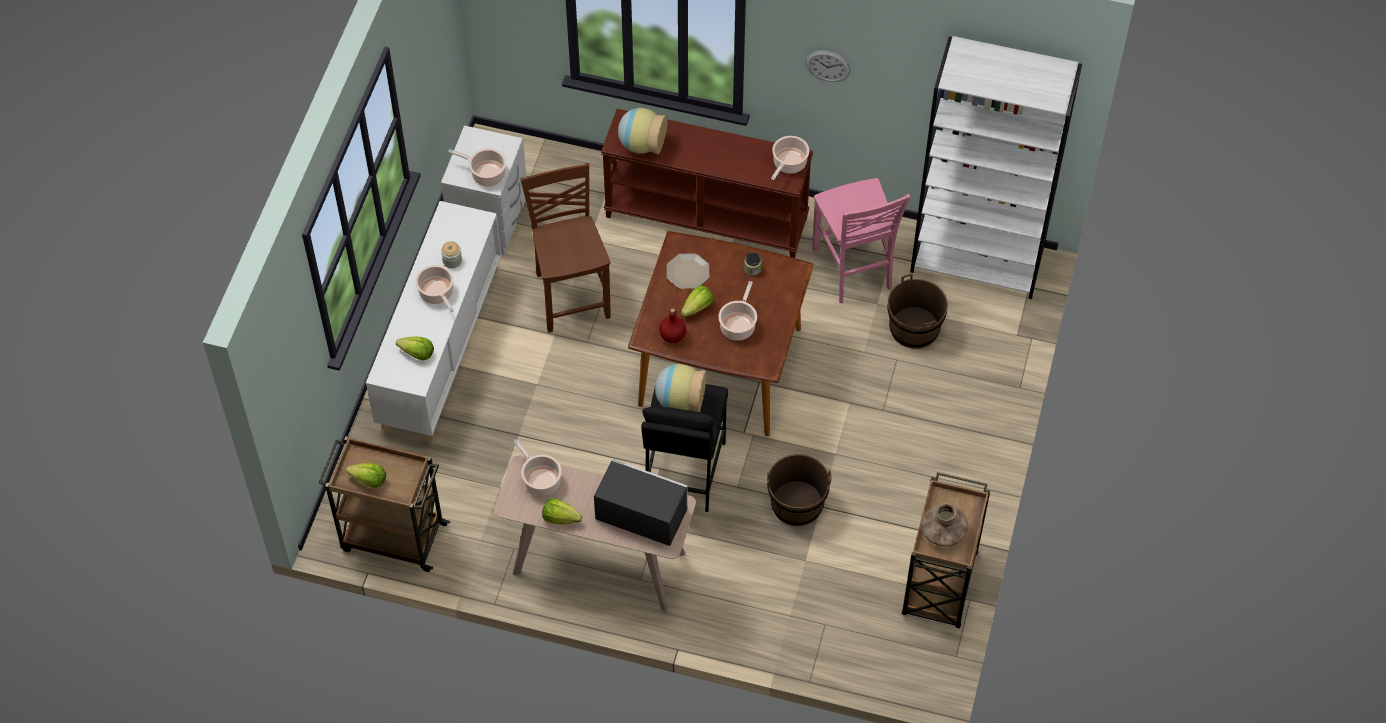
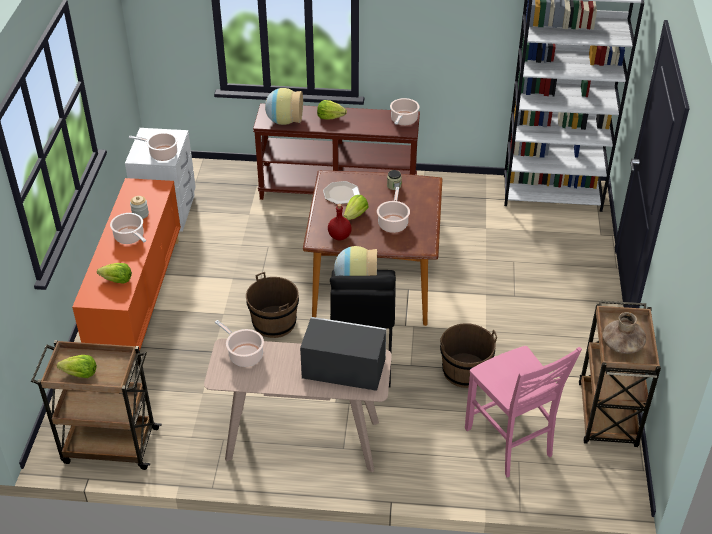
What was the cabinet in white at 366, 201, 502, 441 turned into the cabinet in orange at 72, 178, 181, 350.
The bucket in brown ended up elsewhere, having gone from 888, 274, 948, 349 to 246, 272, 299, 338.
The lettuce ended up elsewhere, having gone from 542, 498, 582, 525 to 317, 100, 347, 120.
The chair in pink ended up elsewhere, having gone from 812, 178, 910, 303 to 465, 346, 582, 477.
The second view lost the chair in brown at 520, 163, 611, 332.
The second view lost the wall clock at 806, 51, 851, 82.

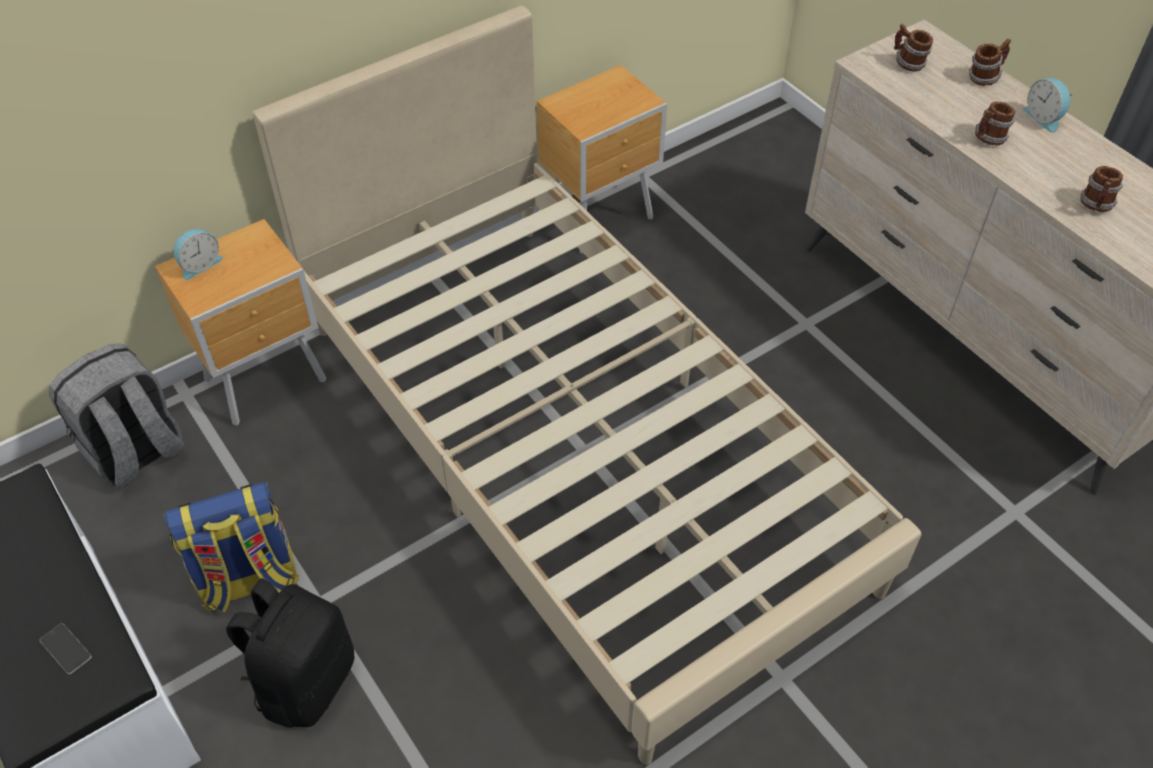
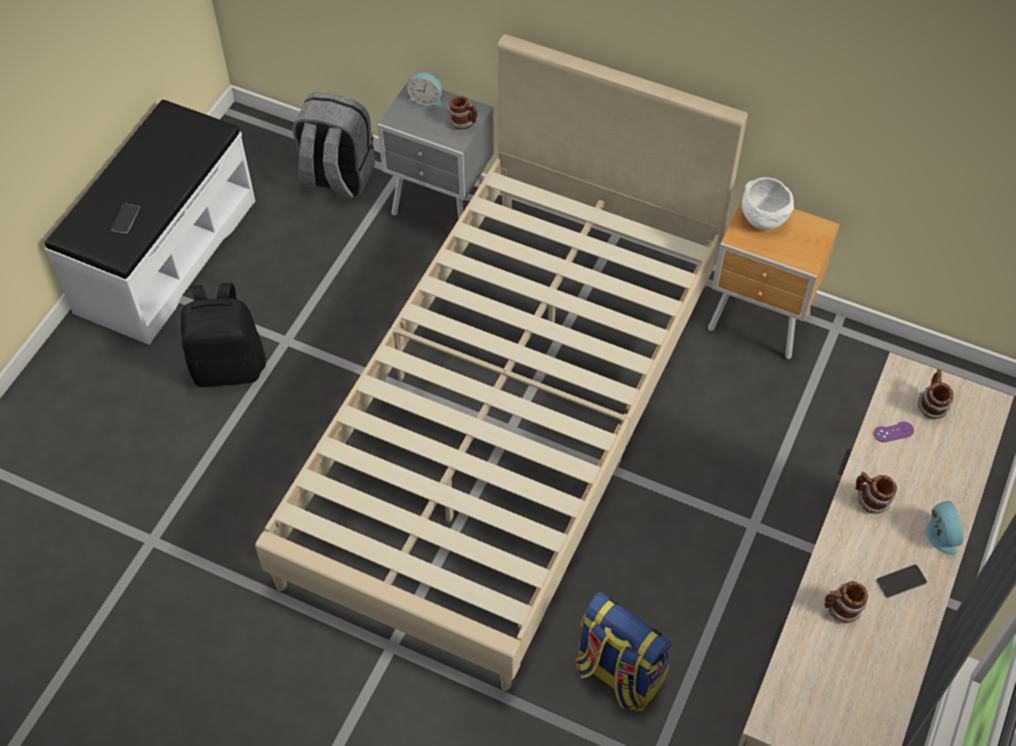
What was the nightstand in brown at 155, 219, 326, 426 turned into the nightstand in grey at 377, 79, 494, 218.
The mug ended up elsewhere, having gone from 969, 39, 1011, 86 to 449, 96, 478, 130.
The backpack ended up elsewhere, having gone from 164, 482, 299, 612 to 576, 592, 672, 711.
The second view gained the bowl in white at 742, 177, 794, 230.
The second view gained the game controller in purple at 874, 422, 914, 442.
The second view gained the phone at 876, 564, 927, 598.
The alarm clock at 1023, 78, 1072, 133 ended up facing another way, 135 degrees clockwise from before.

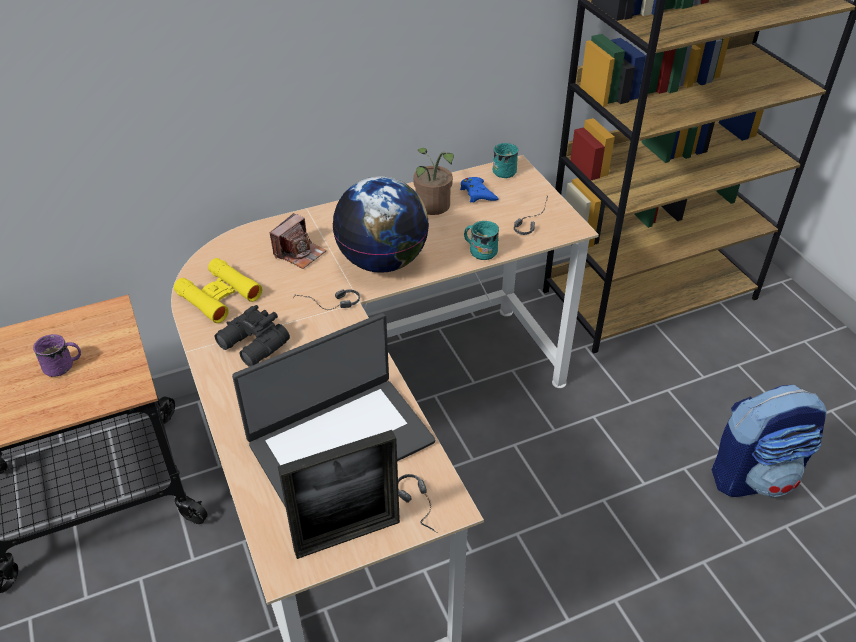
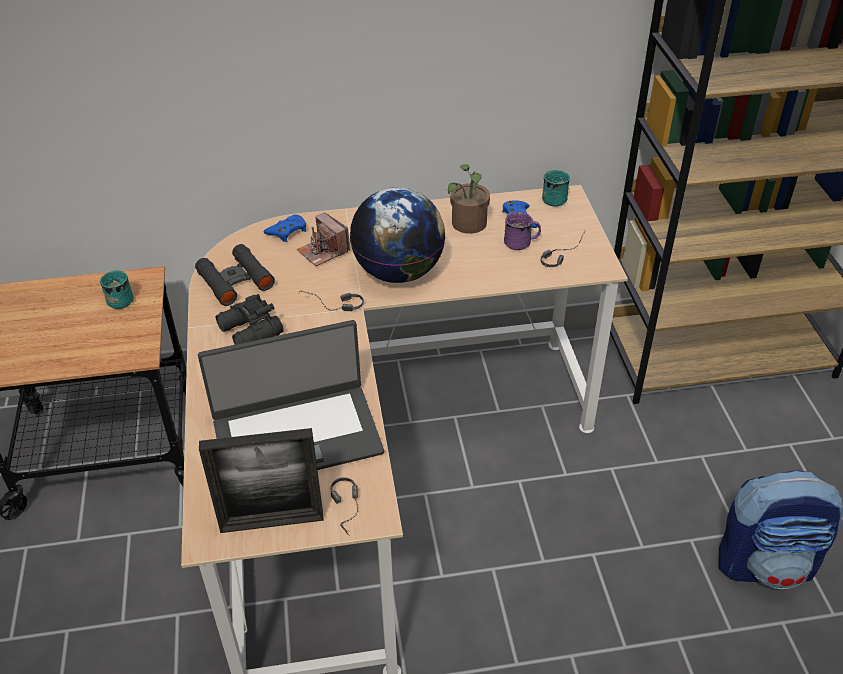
The mug in turquoise ended up elsewhere, having gone from 464, 221, 499, 260 to 100, 271, 134, 309.
What was the binoculars in yellow at 174, 258, 262, 323 turned into the binoculars in black at 195, 244, 275, 306.
The second view gained the game controller in blue at 263, 215, 306, 242.
The photo camera at 270, 213, 327, 269 ended up facing another way, 90 degrees clockwise from before.
The mug in purple ended up elsewhere, having gone from 33, 334, 81, 377 to 504, 212, 541, 250.

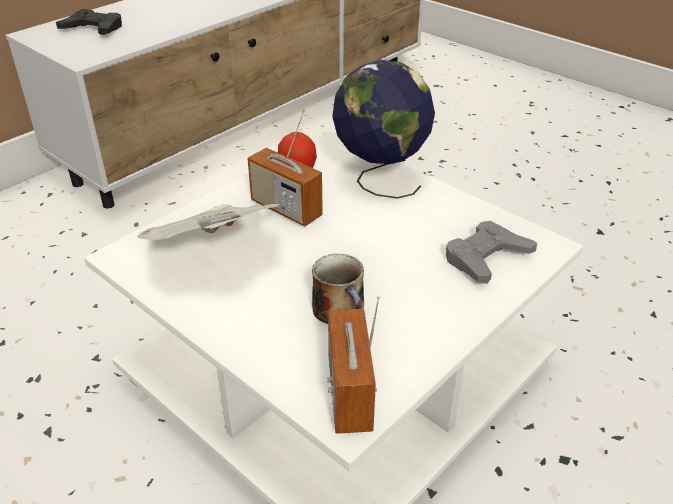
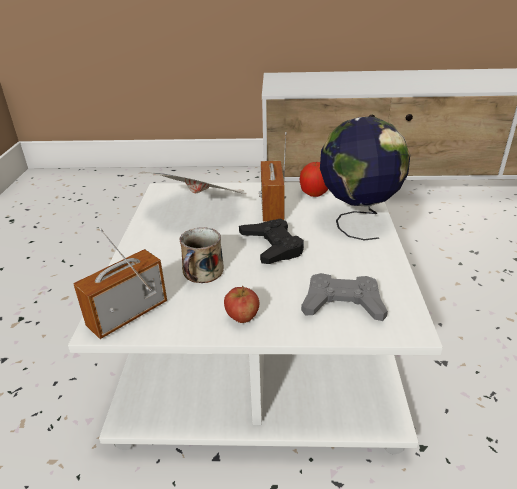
The second view gained the apple at 224, 286, 259, 323.
The game controller in black ended up elsewhere, having gone from 56, 9, 122, 35 to 239, 219, 304, 264.

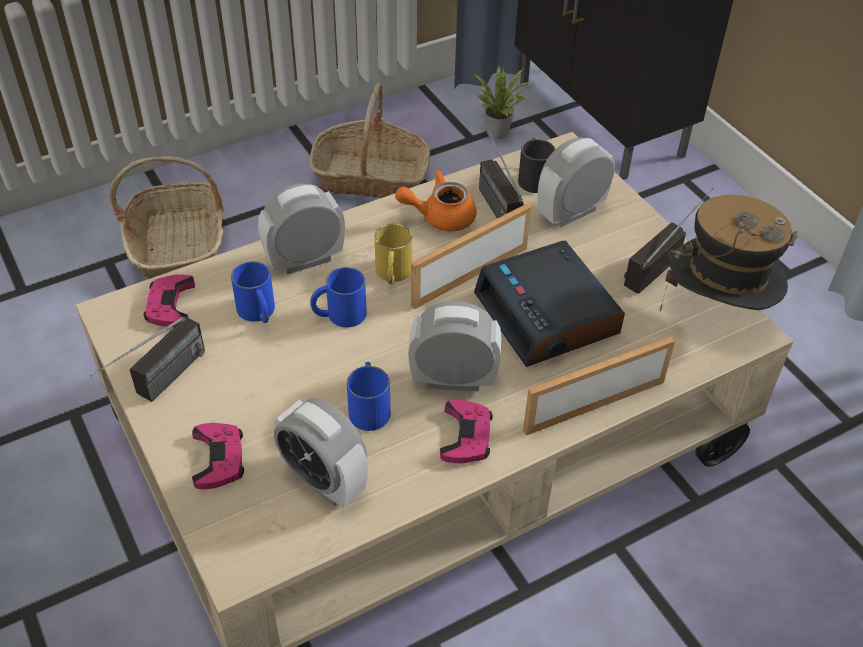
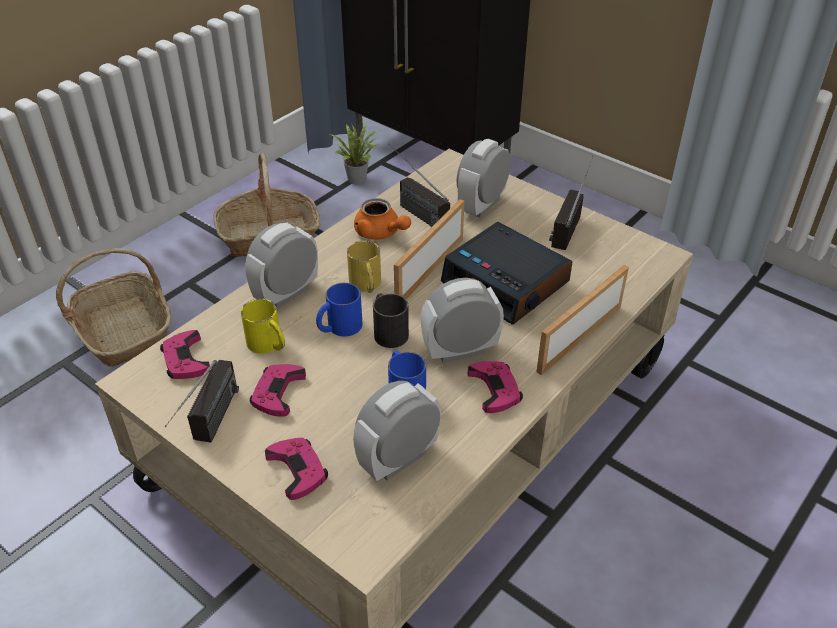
What was the mug in blue at 231, 261, 275, 323 turned into the mug in yellow at 241, 299, 285, 354.
The second view gained the game controller in pink at 250, 364, 306, 417.
The alarm clock at 274, 398, 368, 508 ended up facing another way, 120 degrees clockwise from before.
The teapot in orange at 395, 170, 477, 232 ended up facing another way, 105 degrees counterclockwise from before.
The mug in black ended up elsewhere, having gone from 518, 138, 555, 193 to 373, 293, 409, 348.
The second view lost the hat at 660, 194, 797, 312.

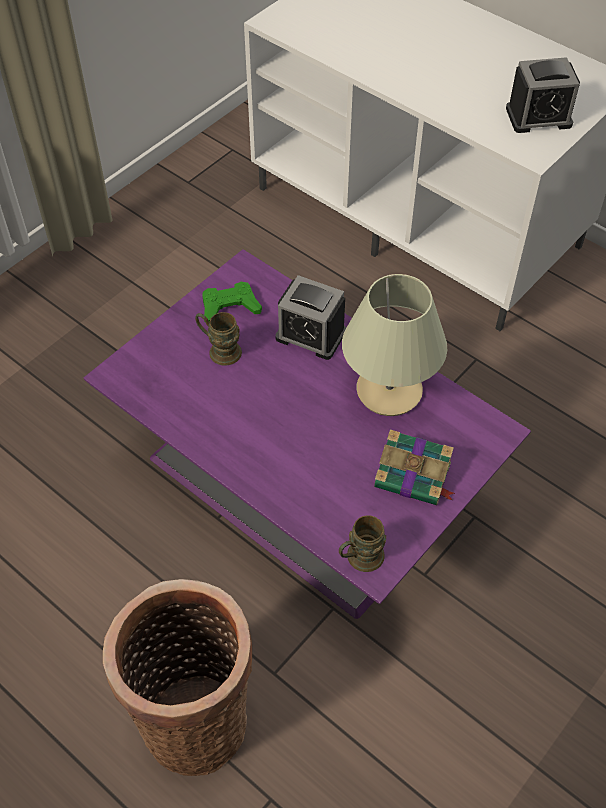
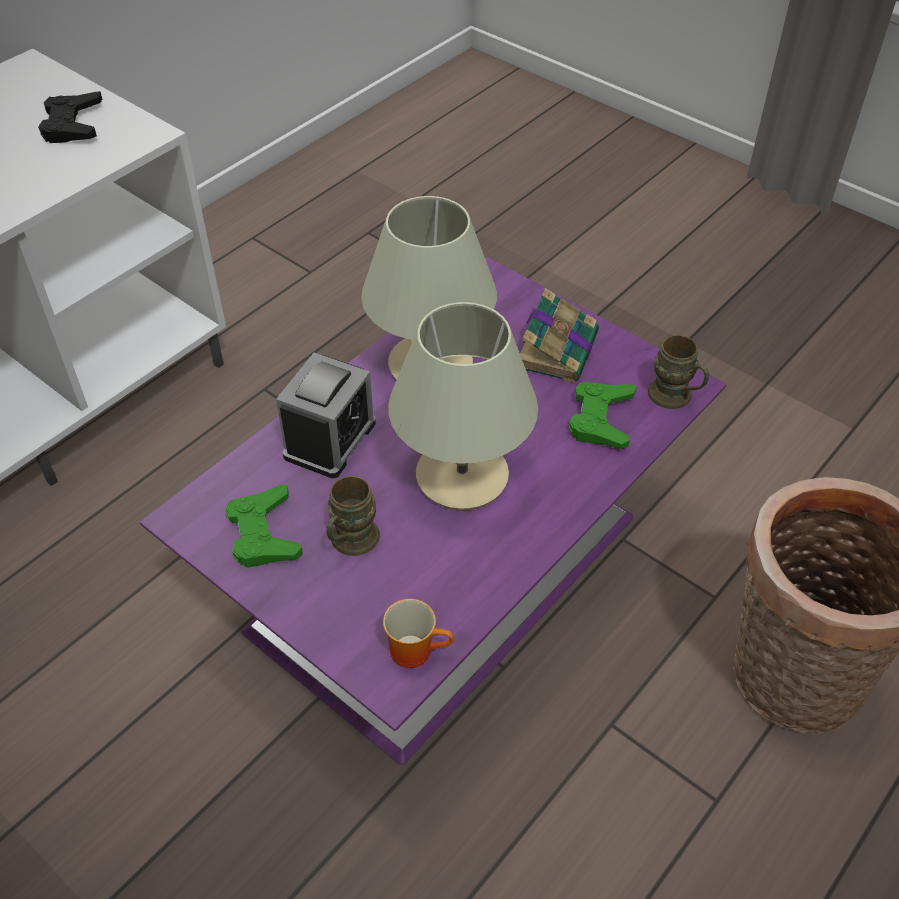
Where the alarm clock stood at 506, 57, 580, 133, the game controller in black came to stand at 38, 91, 102, 143.
The second view gained the mug at 383, 599, 454, 668.
The second view gained the table lamp in beige at 388, 302, 538, 511.
The second view gained the game controller in green at 569, 382, 637, 449.

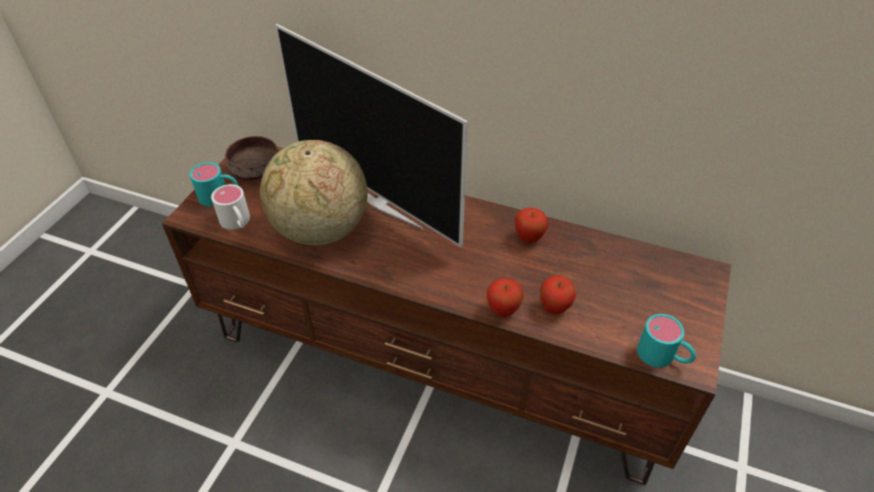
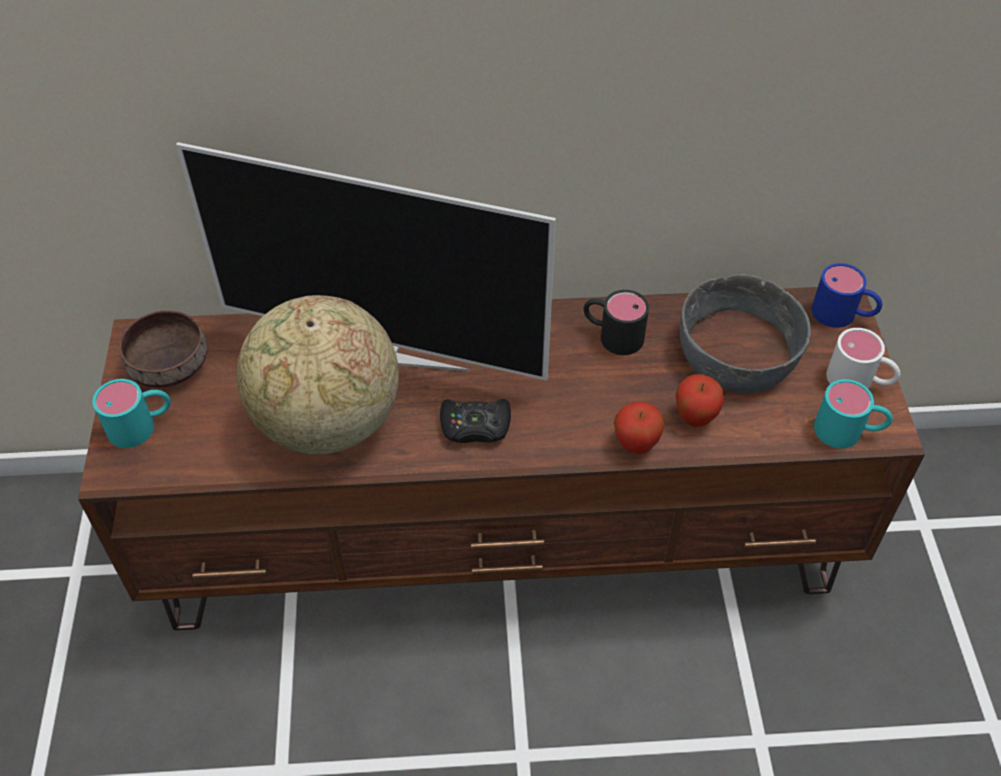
The second view gained the game controller in black at 440, 399, 511, 443.
Where the apple stood at 515, 207, 548, 243, the mug in black came to stand at 584, 290, 649, 355.
The second view gained the bowl in grey at 680, 274, 811, 393.
The second view gained the mug in blue at 812, 263, 882, 328.
The mug in white ended up elsewhere, having gone from 211, 184, 250, 230 to 826, 328, 901, 389.

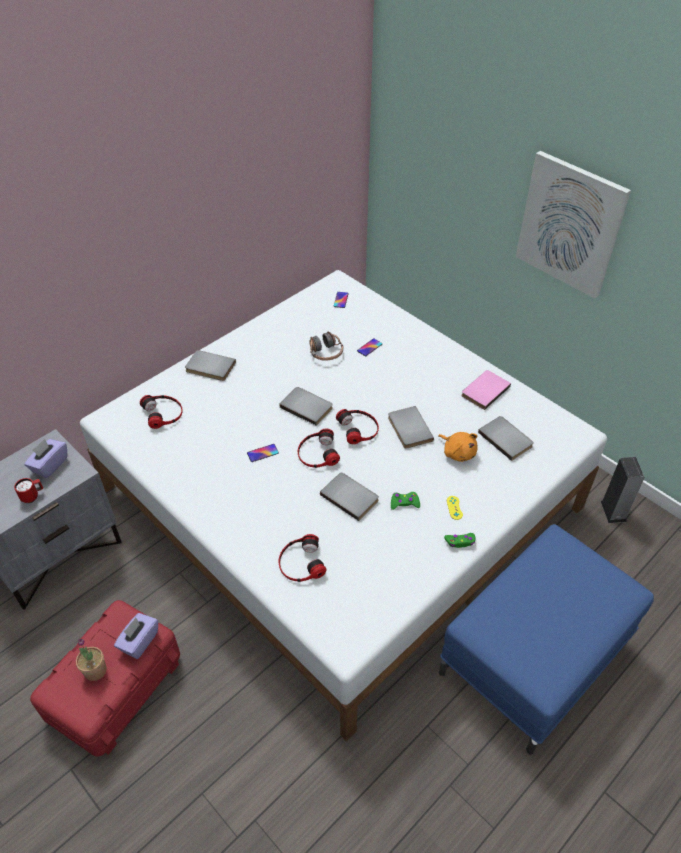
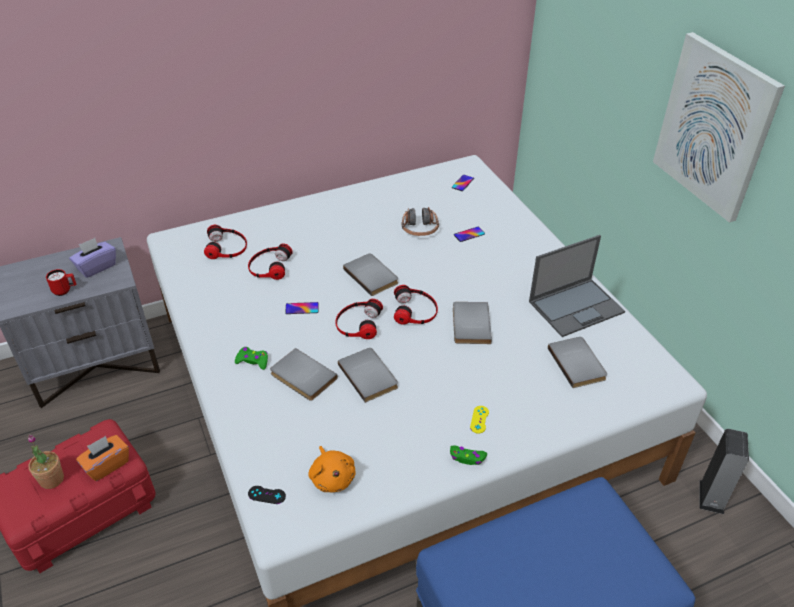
What was the tissue box in purple at 114, 613, 158, 659 turned into the tissue box in orange at 76, 435, 129, 481.
The game controller in green ended up elsewhere, having gone from 391, 492, 420, 510 to 235, 347, 268, 370.
The headphones ended up elsewhere, having gone from 278, 534, 327, 582 to 248, 243, 293, 280.
The second view gained the game controller in black at 248, 486, 286, 504.
The book in grey ended up elsewhere, having gone from 185, 350, 236, 381 to 270, 348, 338, 401.
The plush toy in orange ended up elsewhere, having gone from 438, 432, 478, 462 to 309, 446, 356, 492.
Where the book in pink stood at 461, 370, 511, 410, the laptop came to stand at 529, 235, 625, 337.

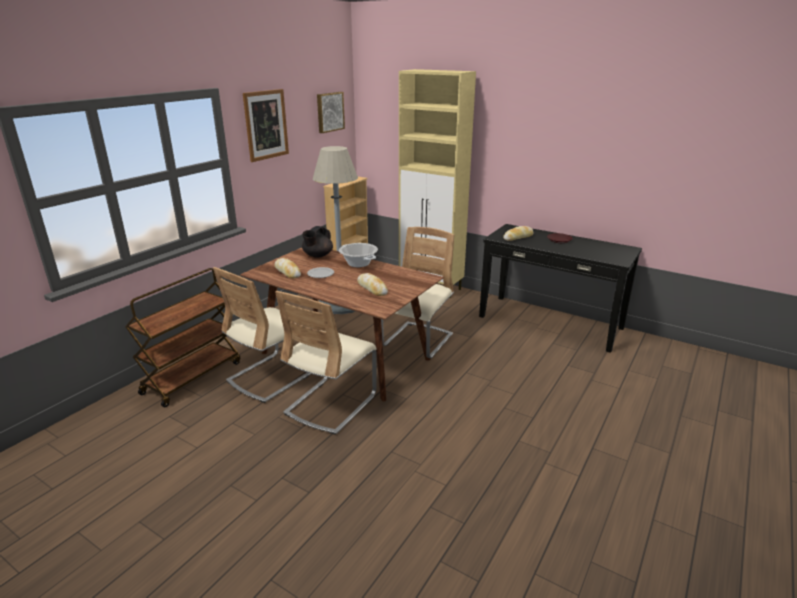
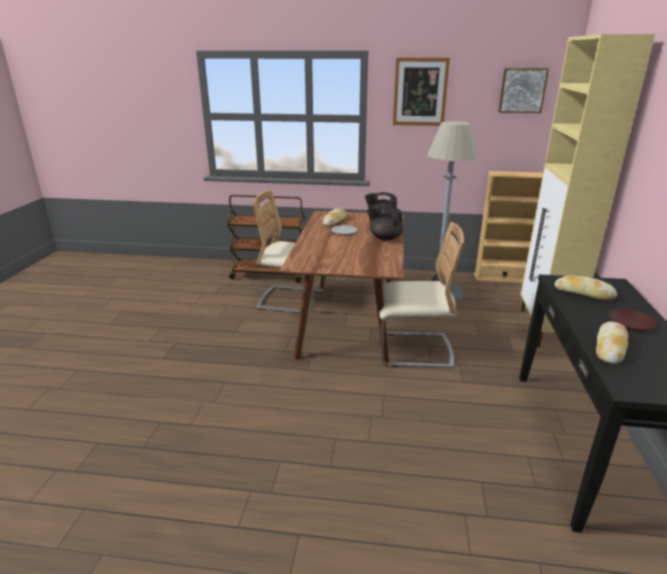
Where the cooking pot stood at 339, 243, 378, 267, the teapot in black came to stand at 367, 206, 403, 241.
The bread ended up elsewhere, having gone from 357, 273, 388, 296 to 596, 321, 628, 364.
The second view lost the chair in beige at 275, 291, 377, 435.

